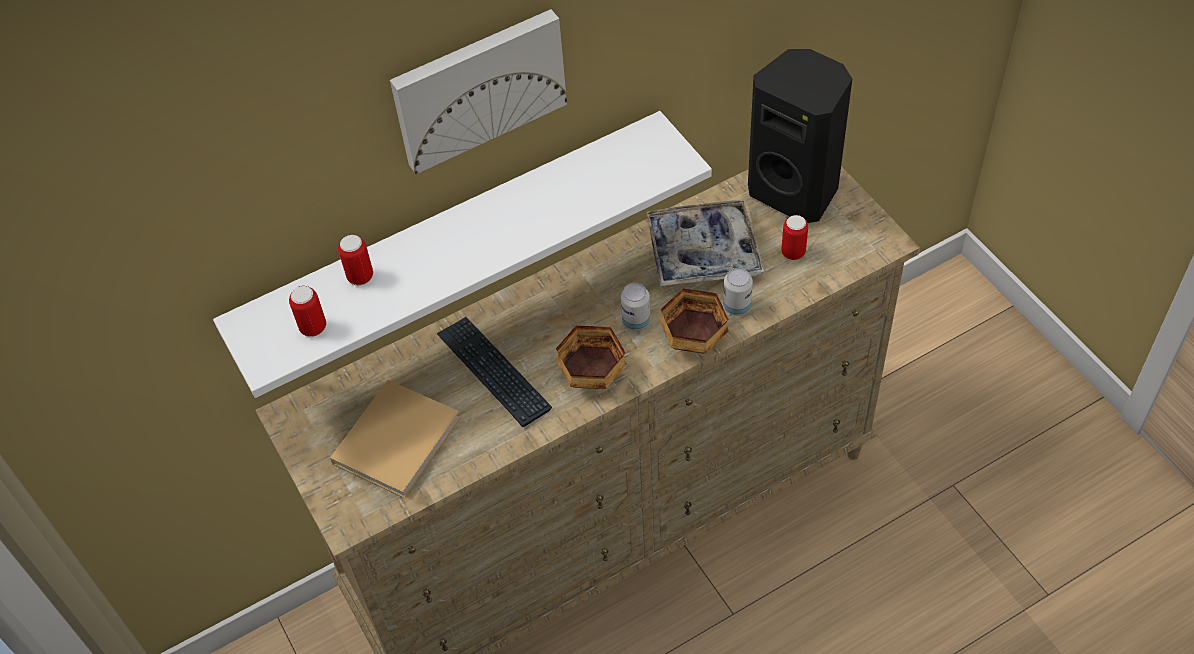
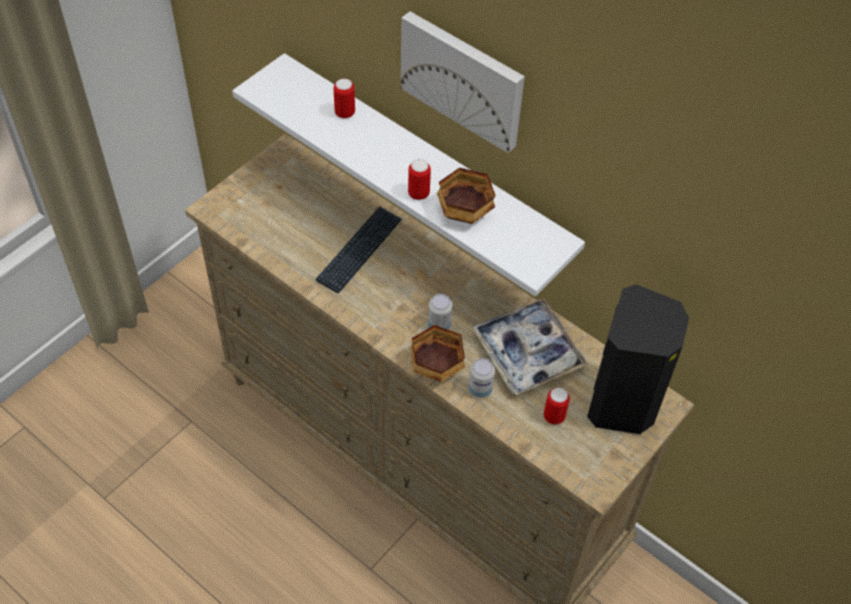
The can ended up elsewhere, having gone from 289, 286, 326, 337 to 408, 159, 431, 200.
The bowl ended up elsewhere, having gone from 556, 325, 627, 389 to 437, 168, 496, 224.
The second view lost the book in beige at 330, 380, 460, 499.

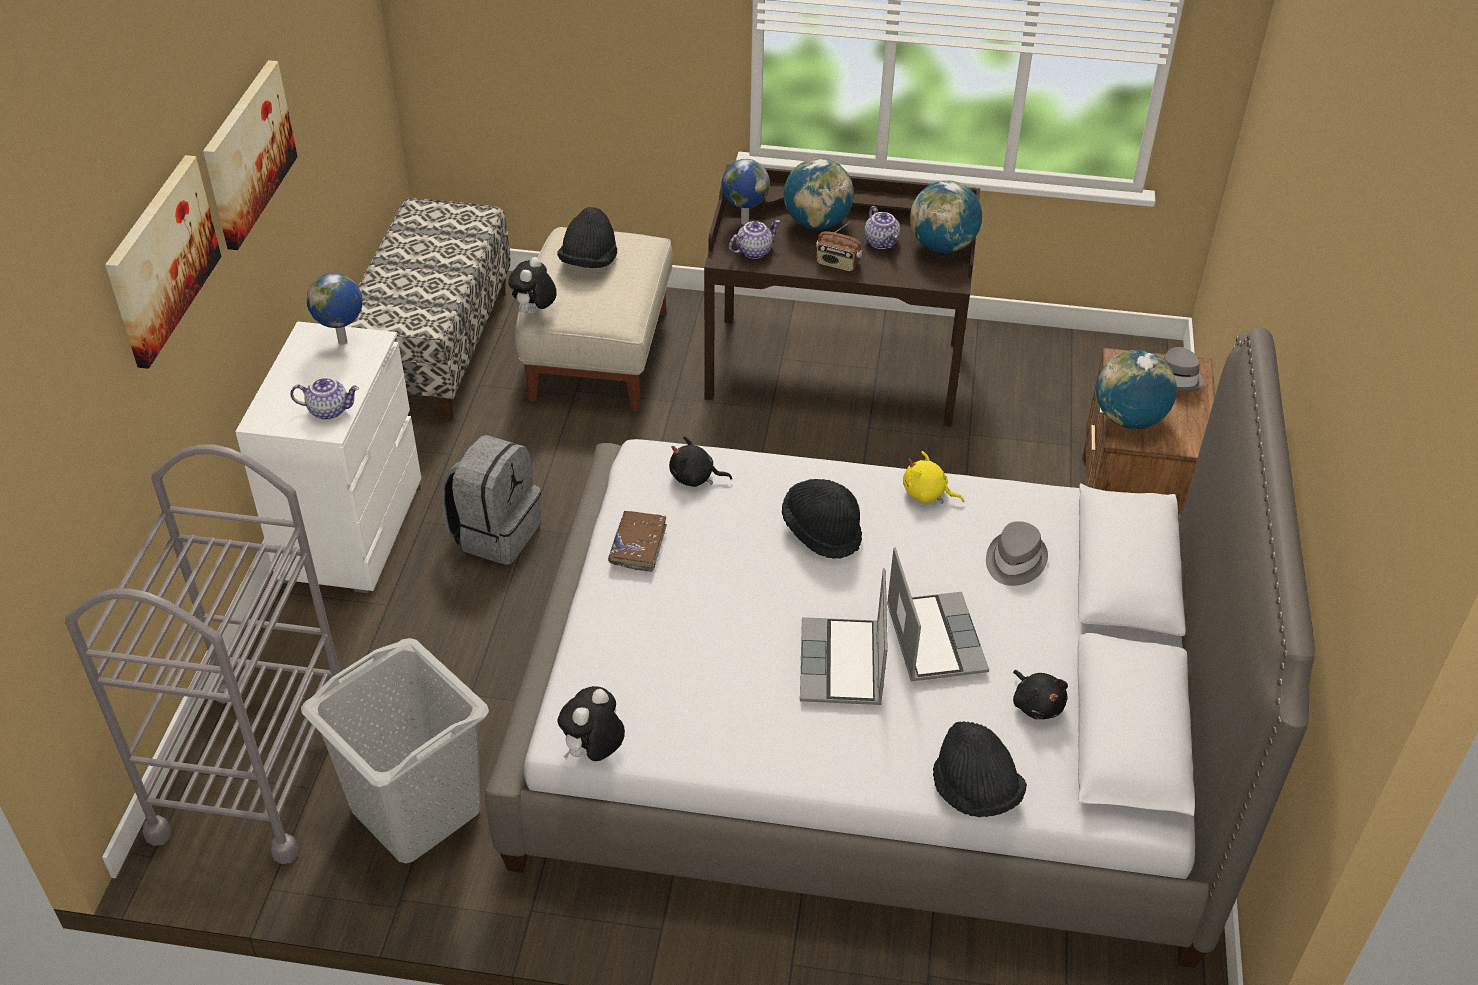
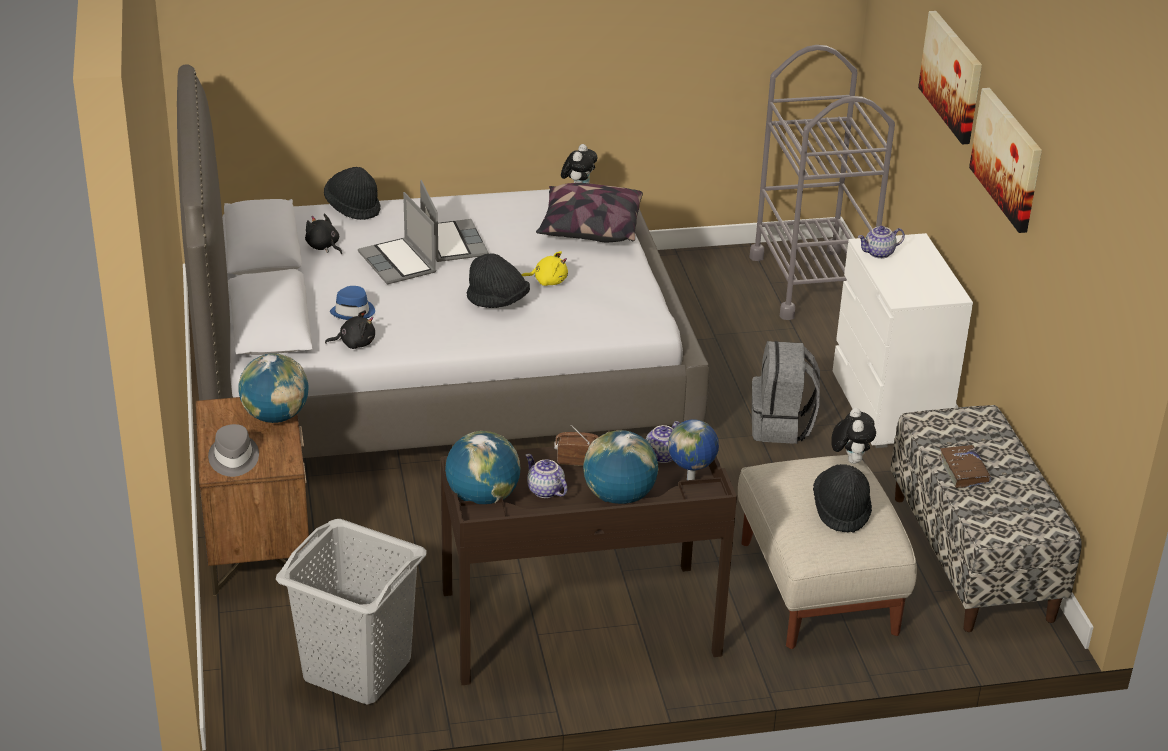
The laundry basket in grey ended up elsewhere, having gone from 301, 638, 489, 863 to 276, 519, 427, 705.
The plush toy in black ended up elsewhere, having gone from 669, 436, 732, 487 to 325, 310, 375, 349.
What was the hat in grey at 986, 521, 1048, 586 turned into the hat in blue at 330, 286, 375, 320.
The plush toy in yellow ended up elsewhere, having gone from 903, 451, 964, 504 to 521, 251, 568, 286.
The second view gained the pillow at 536, 183, 643, 242.
The book in brown ended up elsewhere, having gone from 608, 511, 667, 572 to 939, 445, 991, 488.
The second view lost the globe at 307, 273, 362, 345.

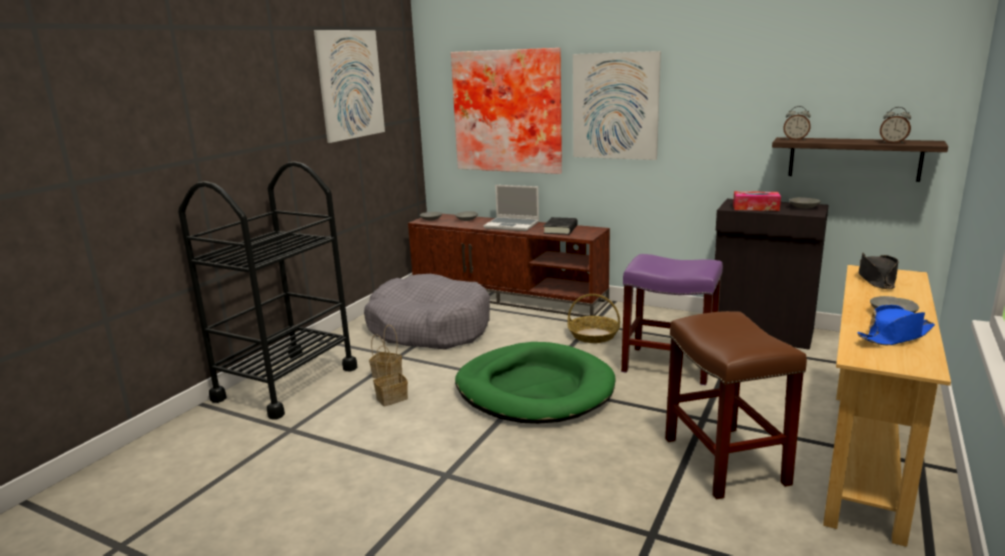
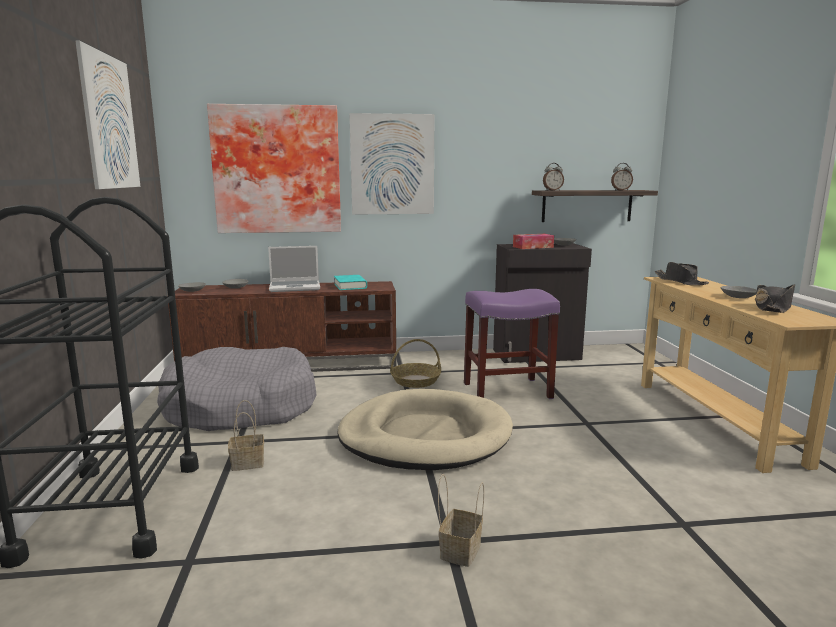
What was the book in black at 543, 217, 578, 235 turned into the book in turquoise at 334, 275, 367, 290.
What was the dog bed in green at 455, 342, 616, 424 turned into the dog bed in beige at 337, 389, 513, 470.
The basket ended up elsewhere, having gone from 373, 346, 408, 406 to 438, 474, 484, 567.
What was the hat in blue at 858, 305, 935, 345 turned into the hat in black at 755, 284, 795, 313.
The second view lost the stool in brown at 665, 311, 807, 500.

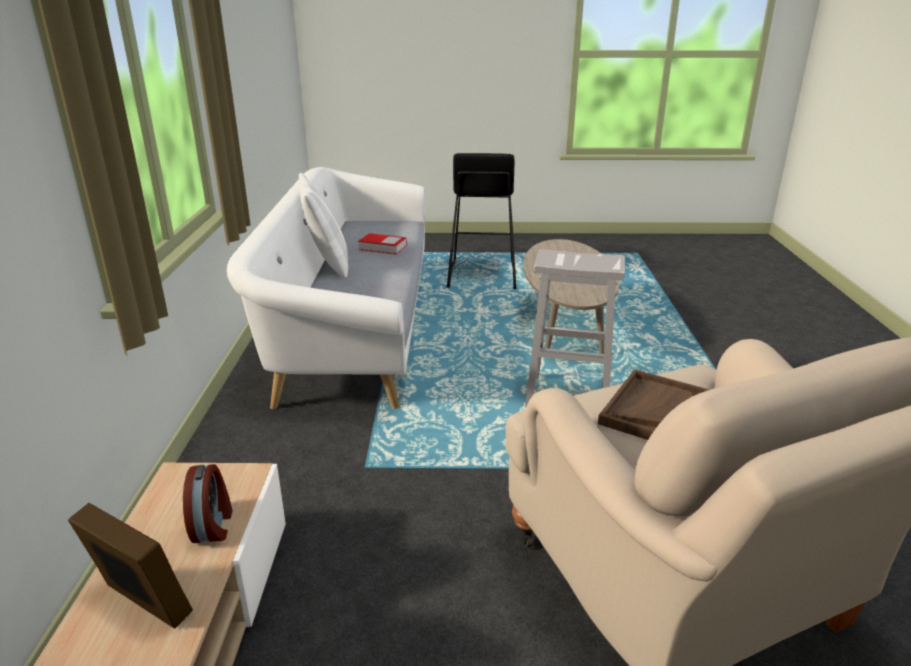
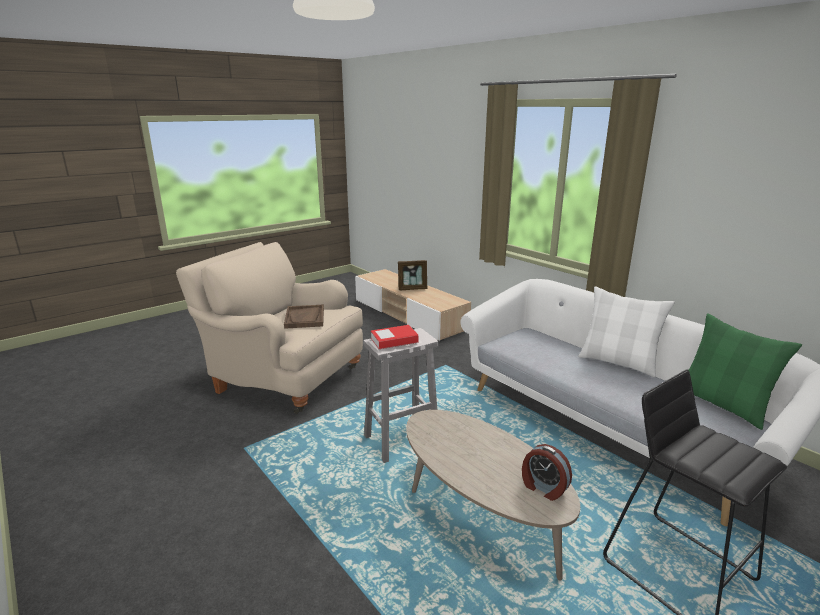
The book ended up elsewhere, having gone from 358, 233, 407, 254 to 371, 325, 418, 349.
The alarm clock ended up elsewhere, having gone from 183, 464, 232, 543 to 522, 444, 572, 501.
The second view gained the pillow in green at 689, 314, 802, 430.

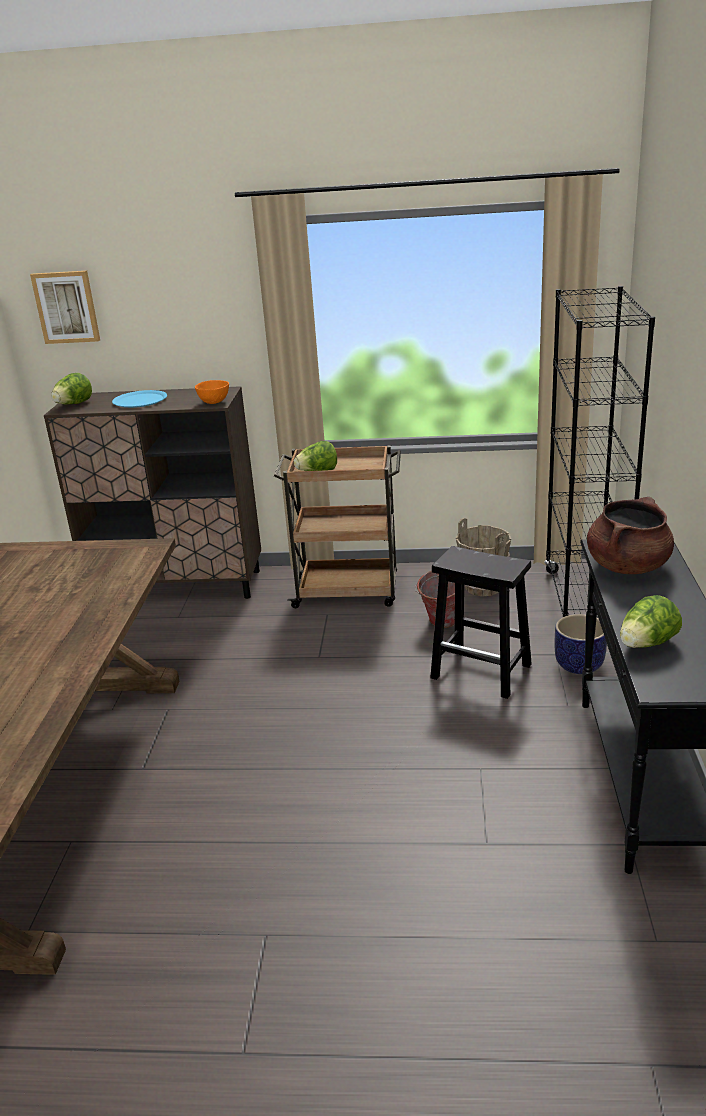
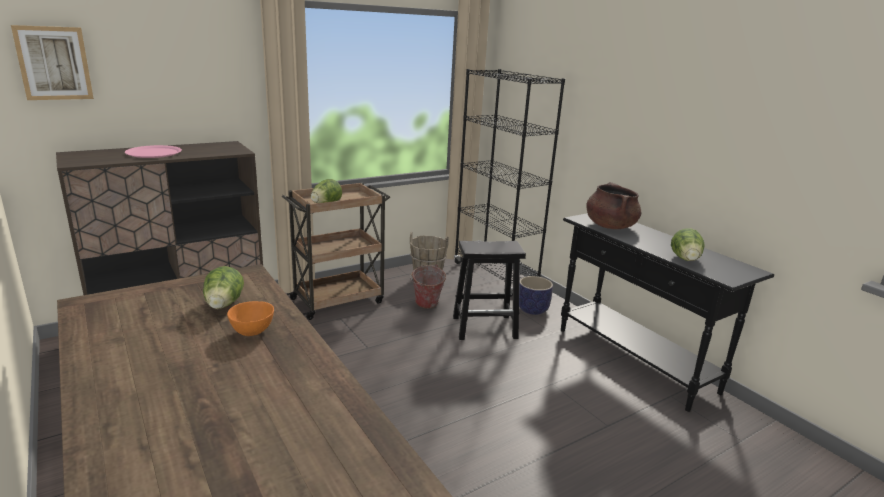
What was the plate in blue at 112, 390, 167, 408 turned into the plate in pink at 125, 145, 182, 158.
The lettuce ended up elsewhere, having gone from 51, 373, 92, 404 to 203, 266, 244, 309.
The bowl in orange ended up elsewhere, having gone from 195, 380, 229, 404 to 227, 301, 274, 336.

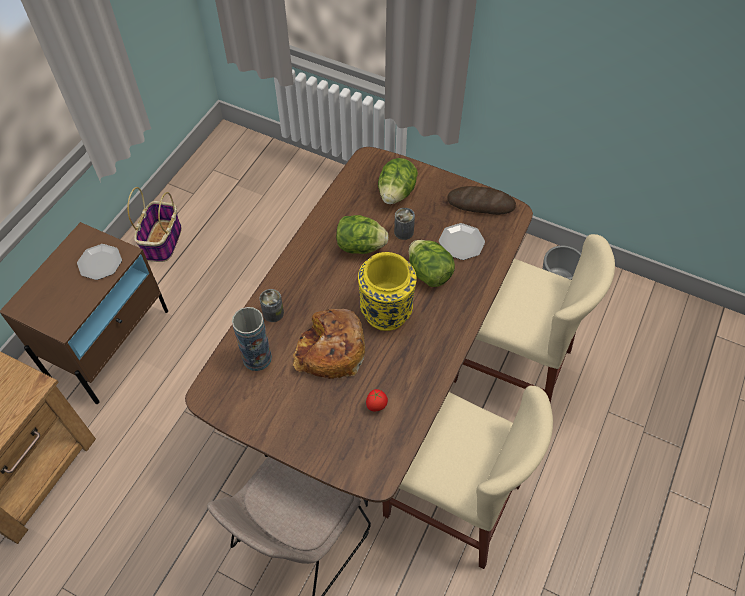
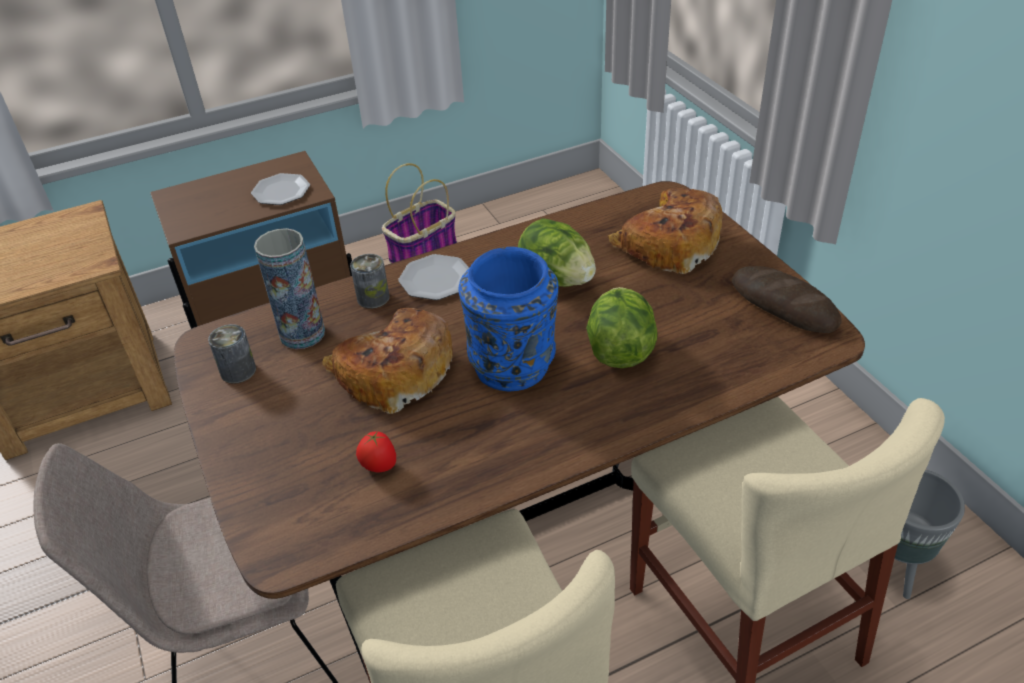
The can ended up elsewhere, having gone from 394, 208, 415, 240 to 208, 324, 256, 384.
The plate ended up elsewhere, having gone from 439, 223, 485, 260 to 398, 254, 469, 300.
What was the vase in yellow at 358, 252, 417, 331 turned into the vase in blue at 458, 247, 559, 391.
Where the lettuce stood at 378, 158, 418, 204, the bread came to stand at 608, 188, 723, 274.

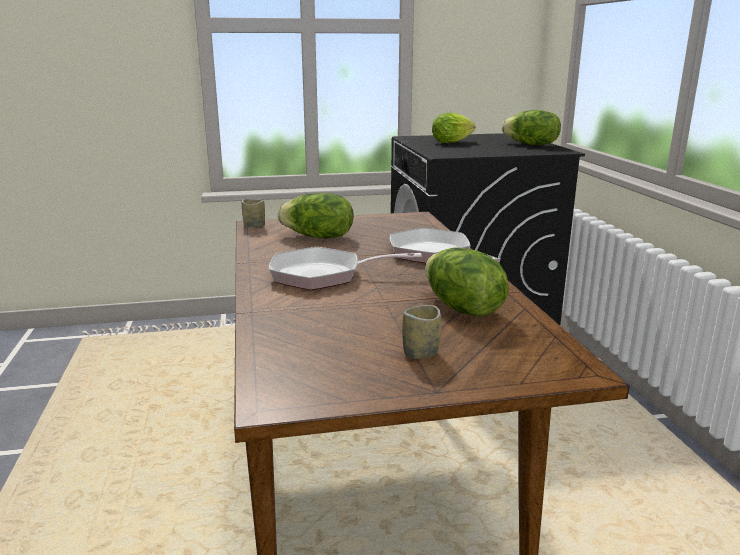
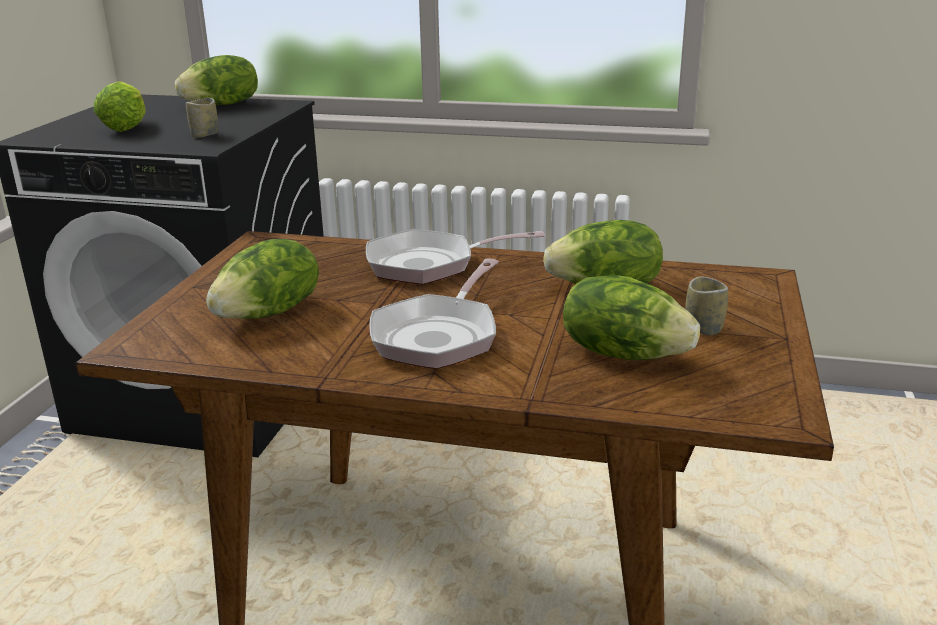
The cup ended up elsewhere, having gone from 242, 199, 265, 228 to 186, 98, 218, 138.
The second view gained the lettuce at 563, 275, 700, 360.

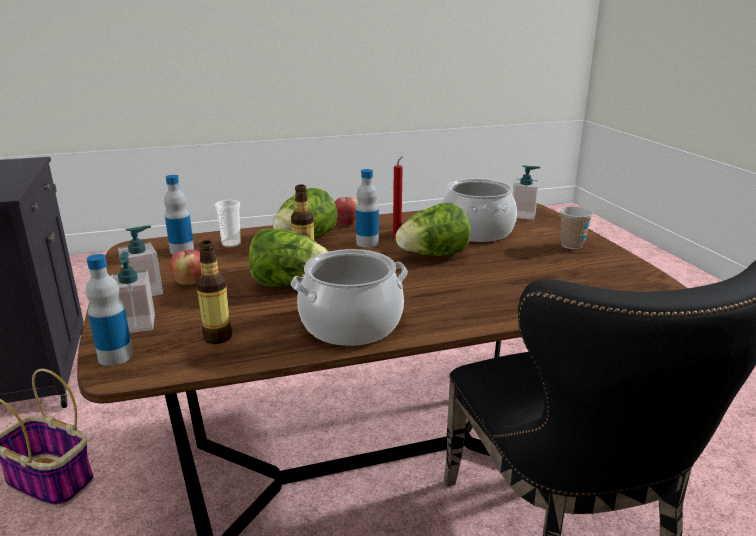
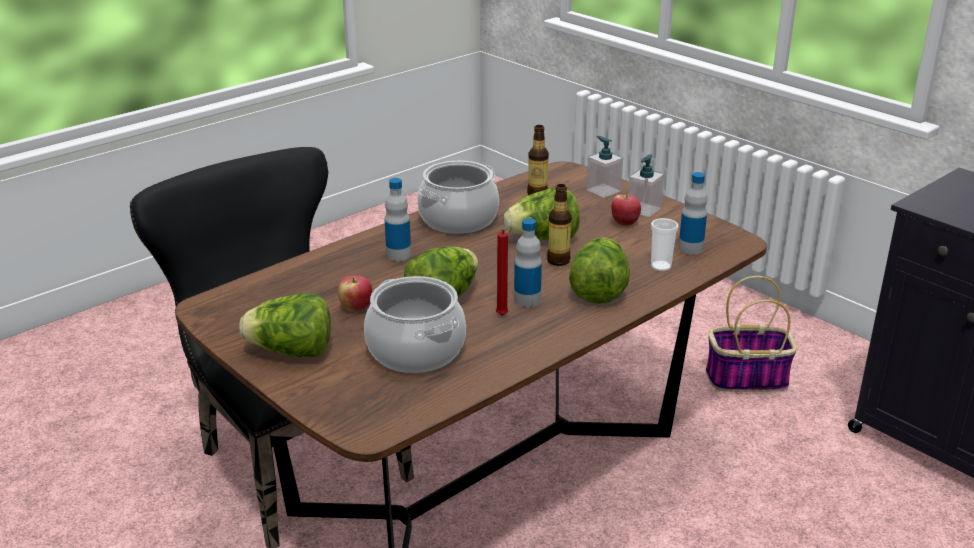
Where the cup stood at 560, 207, 593, 249, the lettuce came to stand at 239, 293, 331, 357.
The apple ended up elsewhere, having gone from 335, 197, 357, 226 to 338, 275, 372, 312.
The bottle ended up elsewhere, having gone from 86, 254, 133, 366 to 385, 178, 411, 261.
The second view lost the soap dispenser at 512, 165, 541, 220.

